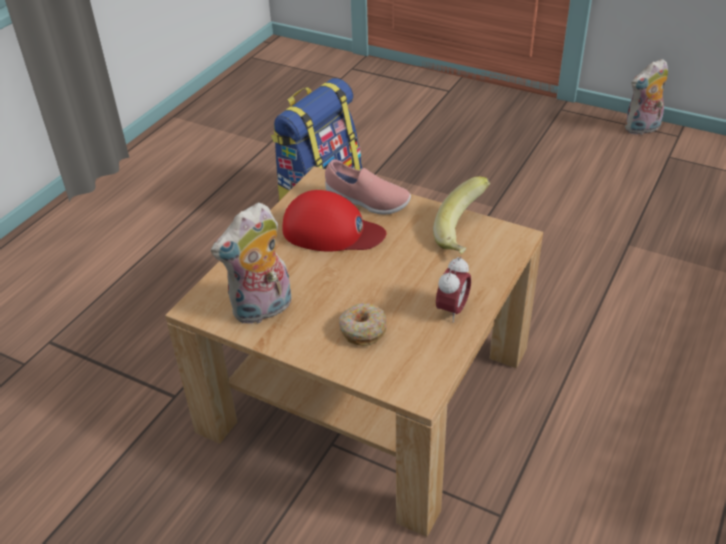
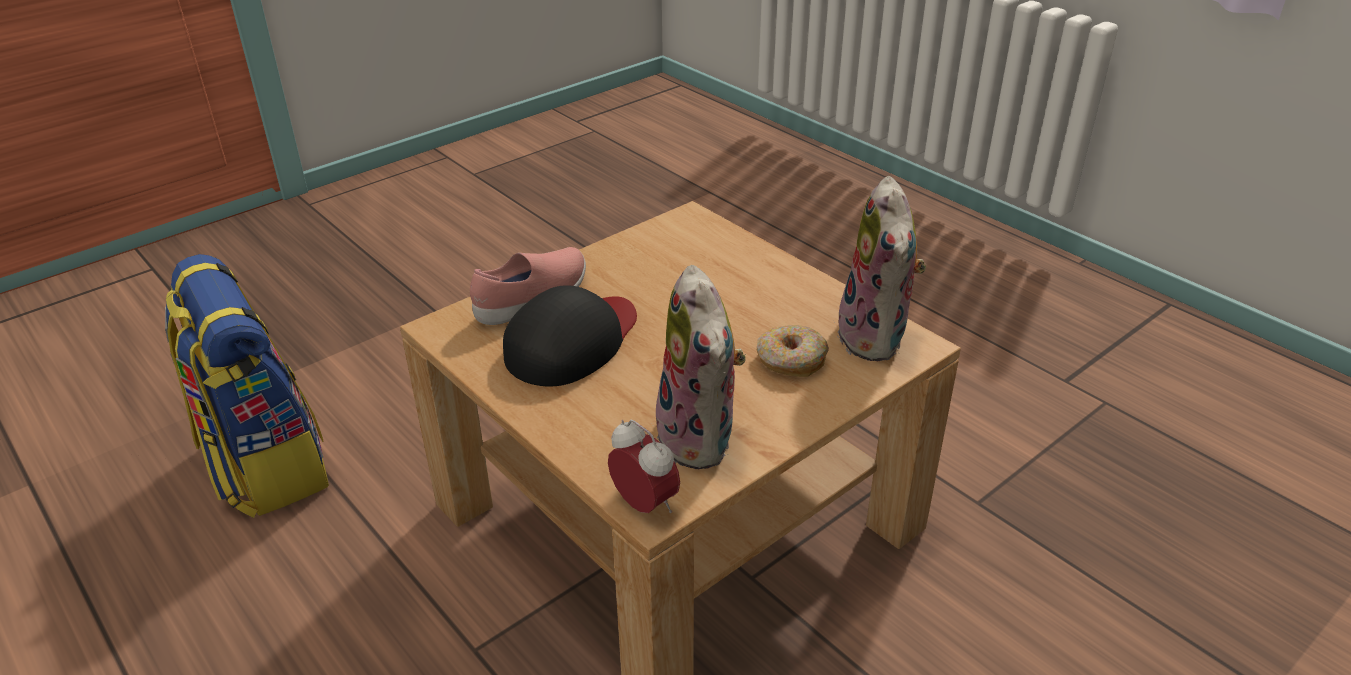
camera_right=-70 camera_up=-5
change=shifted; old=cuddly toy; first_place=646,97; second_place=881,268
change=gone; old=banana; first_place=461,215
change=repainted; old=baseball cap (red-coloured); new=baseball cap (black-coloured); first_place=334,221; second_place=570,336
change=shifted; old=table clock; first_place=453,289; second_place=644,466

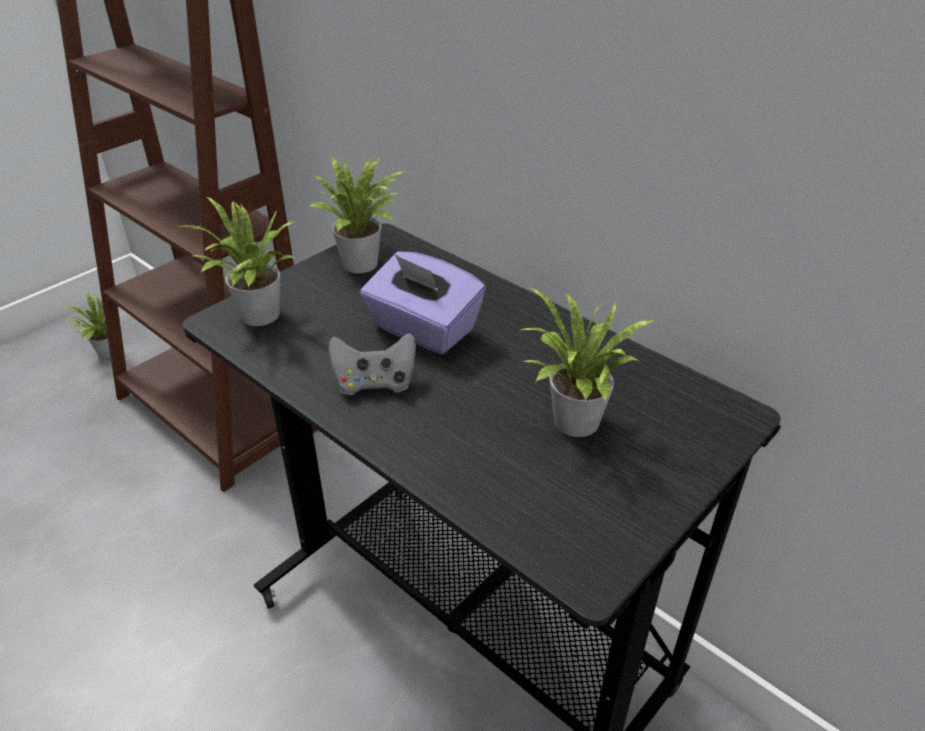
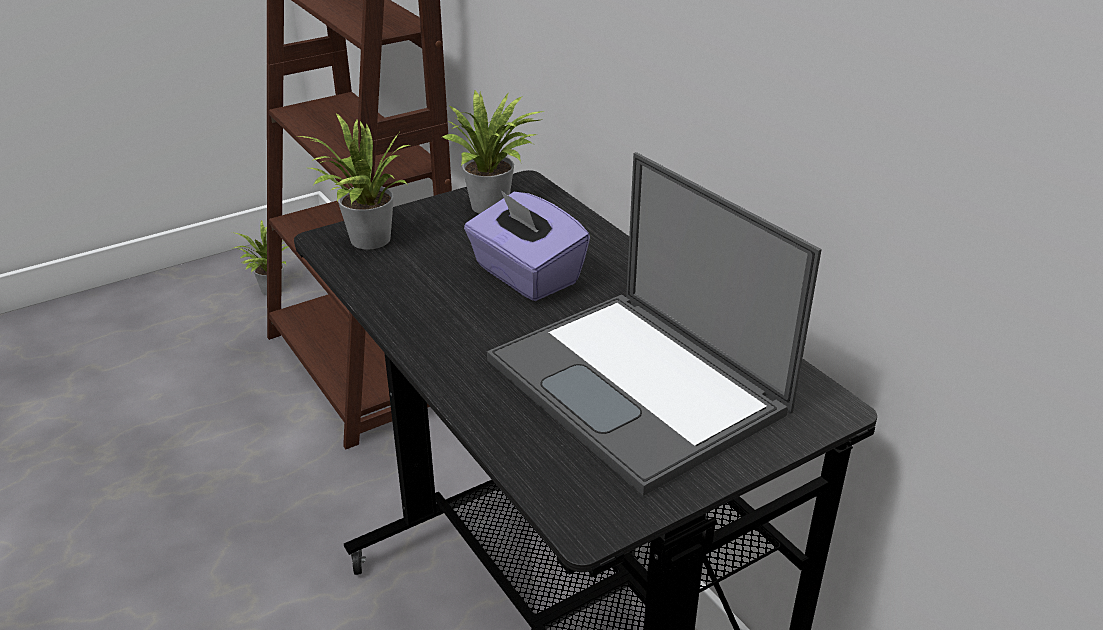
camera_right=15 camera_up=-5
change=swapped; old=potted plant; new=laptop; first_place=588,361; second_place=654,324
change=gone; old=game controller (greyish); first_place=372,364

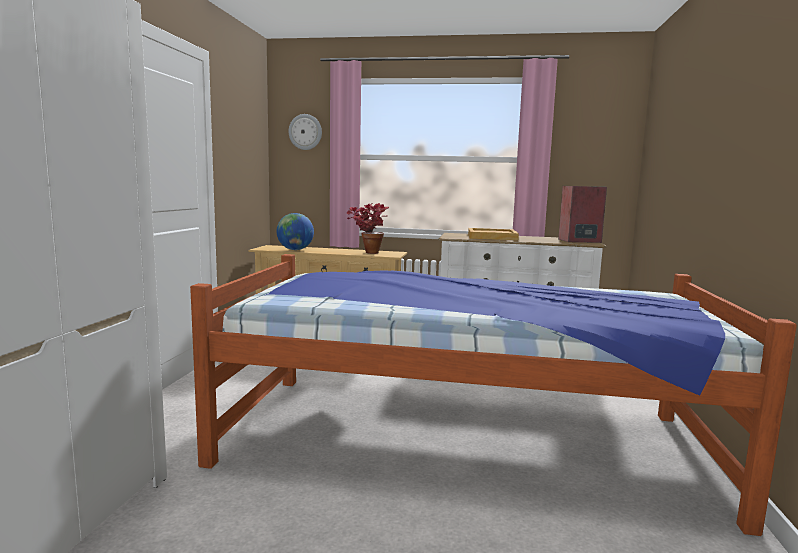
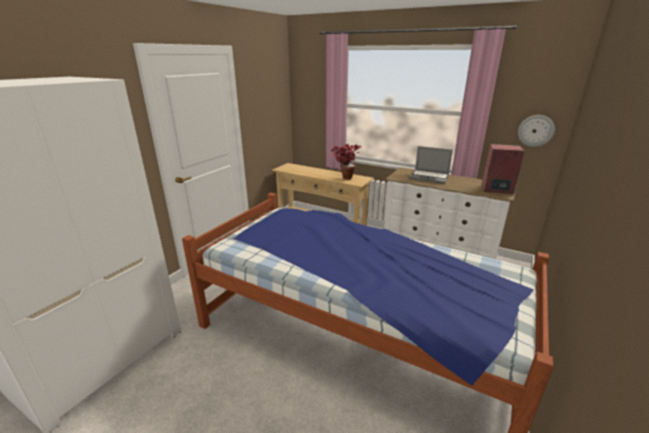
camera_right=20 camera_up=15
change=shifted; old=wall clock; first_place=305,132; second_place=536,131
change=gone; old=desk globe; first_place=295,231
change=swapped; old=tray (beige); new=laptop; first_place=493,234; second_place=431,165

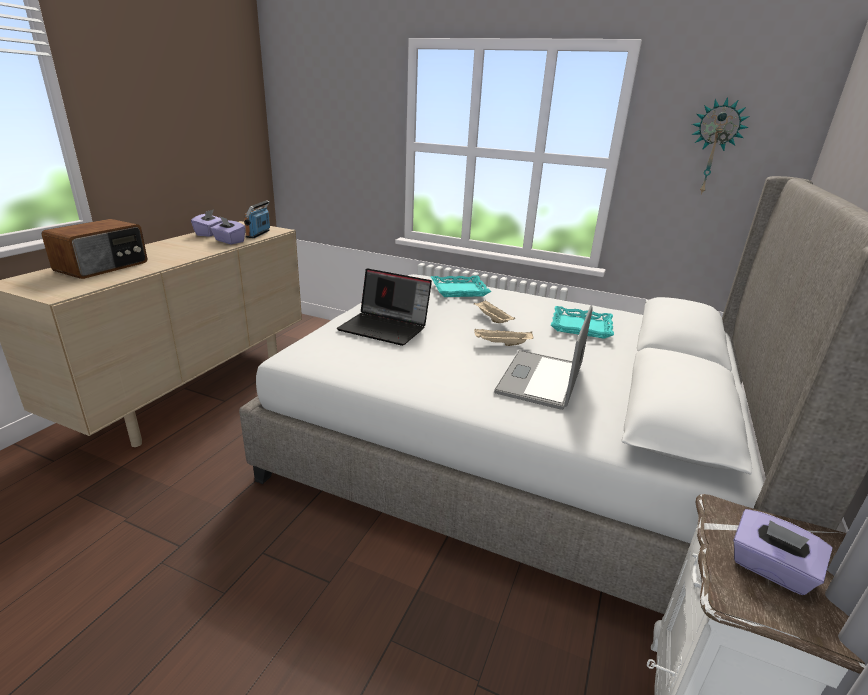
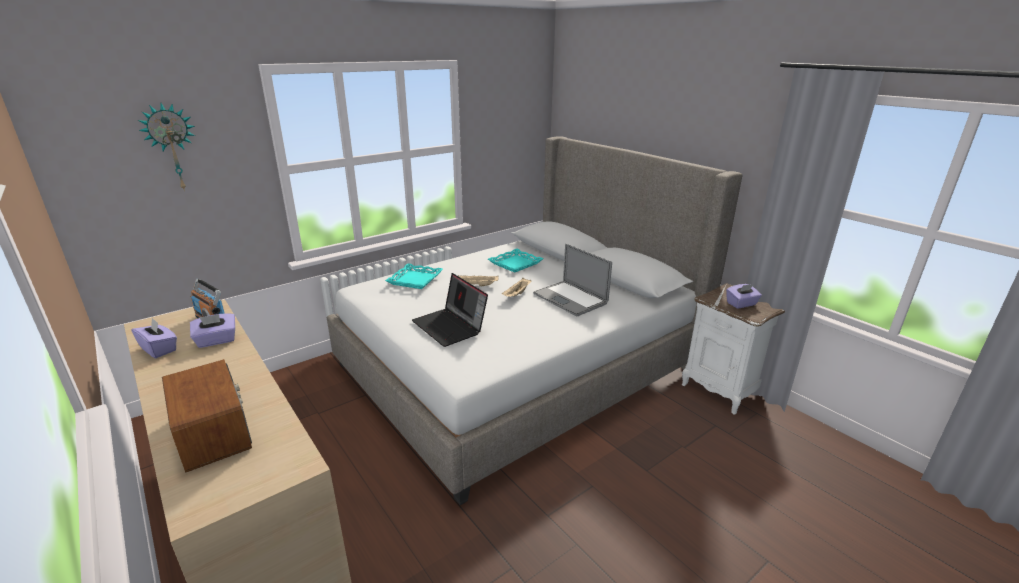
camera_right=-60 camera_up=0
change=shifted; old=wall clock; first_place=720,146; second_place=166,147
change=rotated; old=laptop; first_place=384,307; second_place=450,310; degrees=90

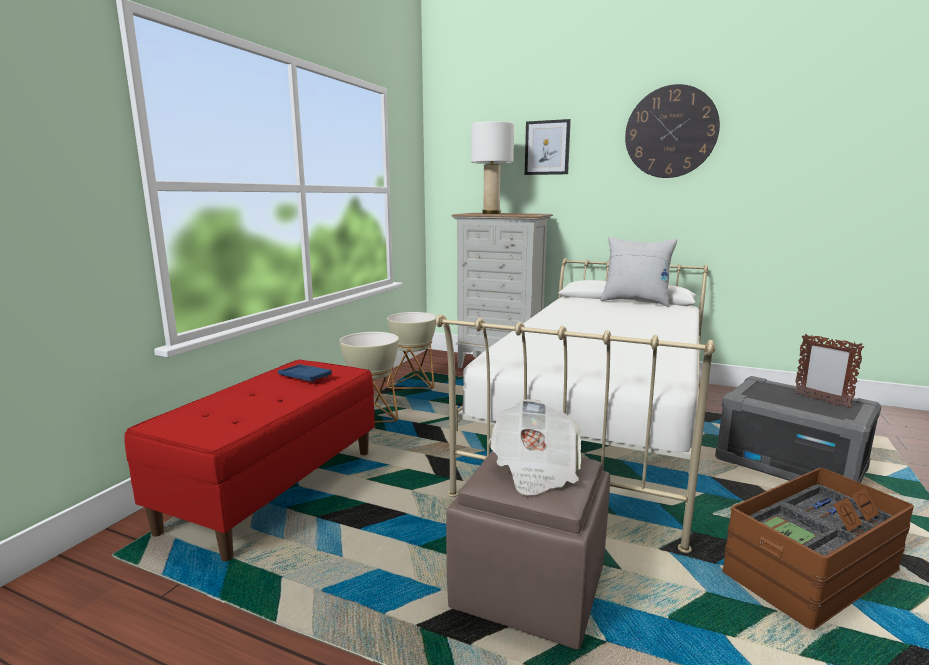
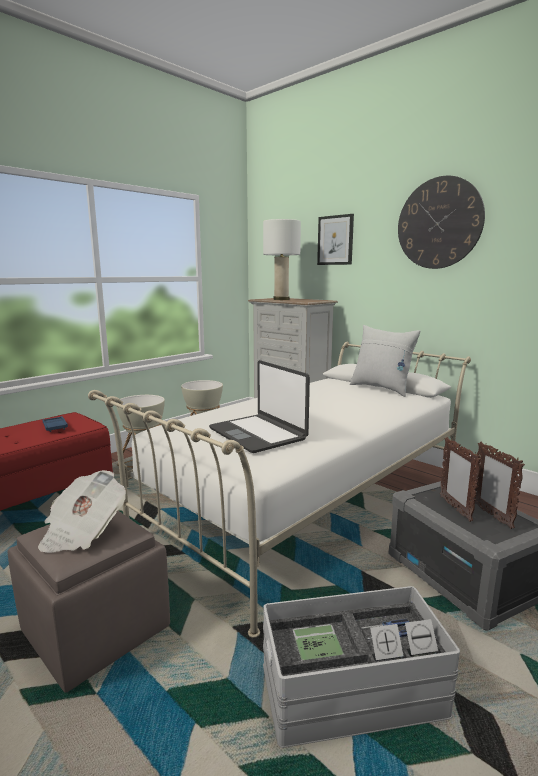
camera_right=20 camera_up=0
change=repainted; old=storage bin (brown-coloured); new=storage bin (greyish); first_place=818,549; second_place=361,667
change=new; new=laptop; second_place=259,406
change=new; new=standing frame; second_place=460,479

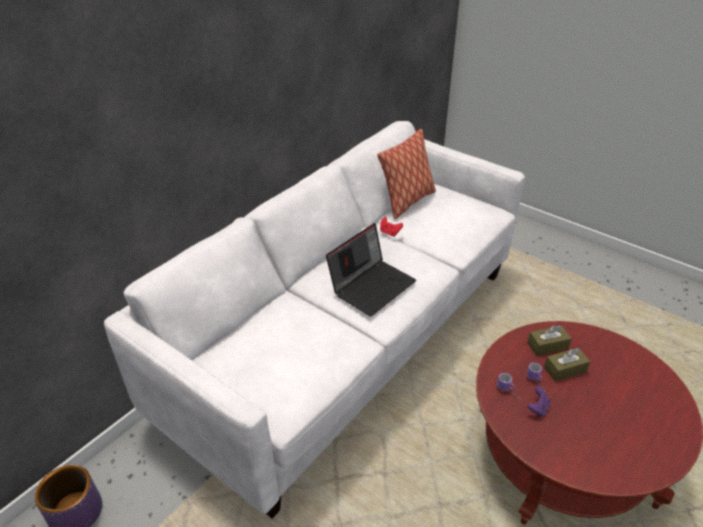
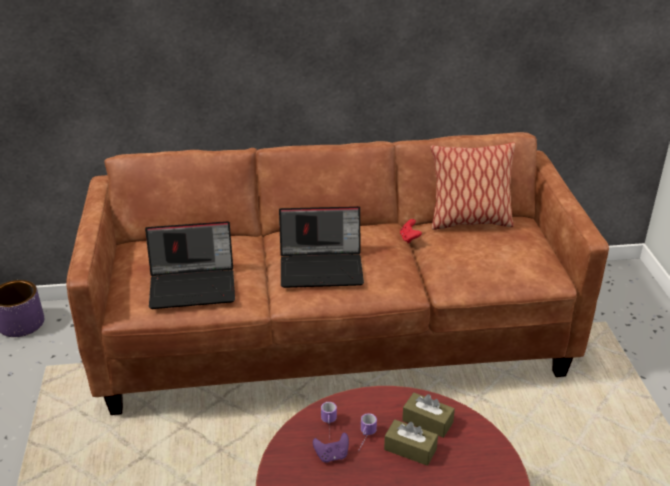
camera_right=45 camera_up=-5
change=repainted; old=couch (white); new=couch (brown-coloured); first_place=314,319; second_place=337,273
change=new; new=laptop; second_place=190,265

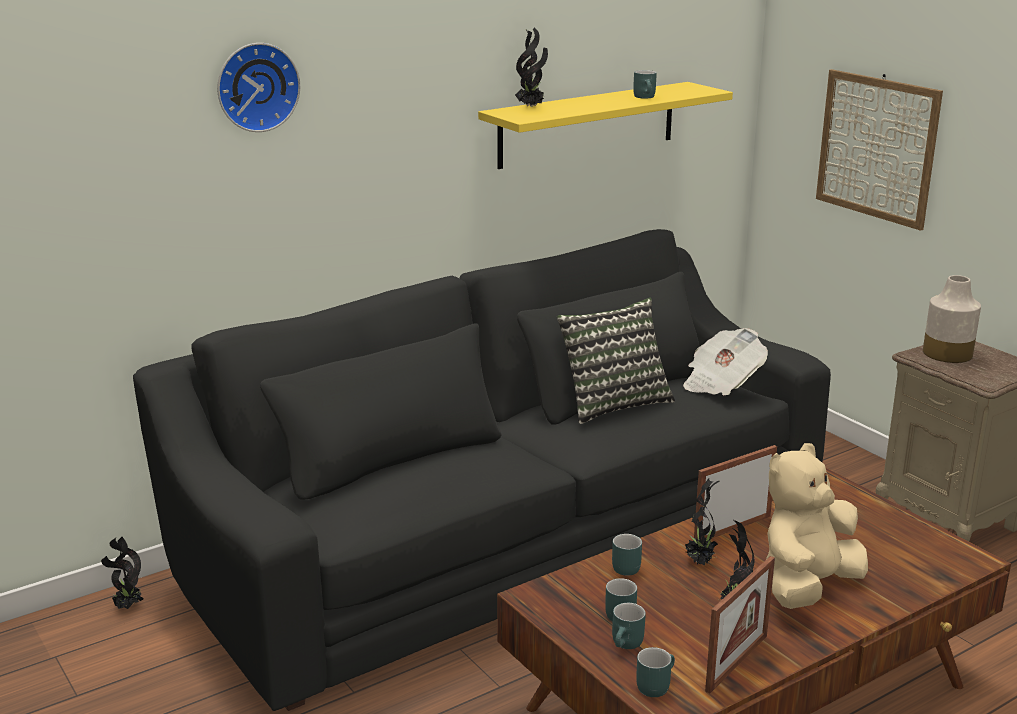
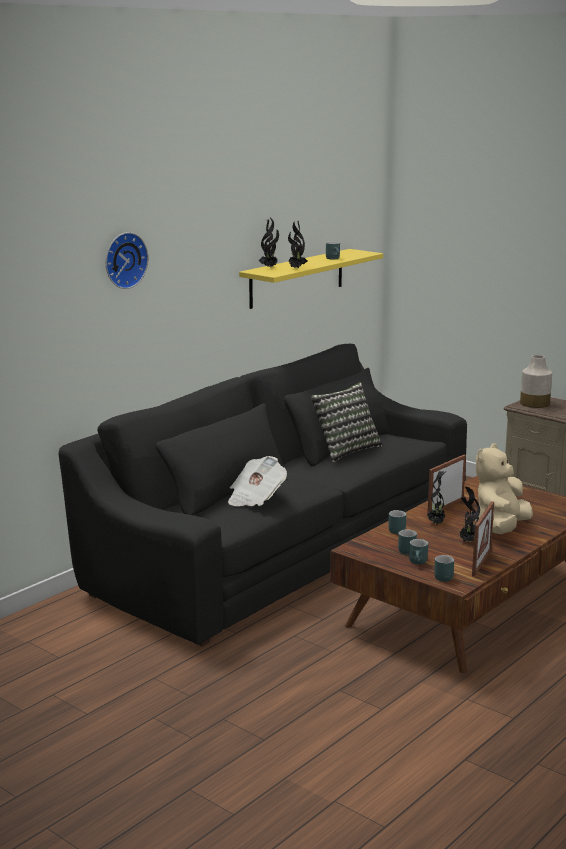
camera_right=-15 camera_up=-5
change=gone; old=picture; first_place=879,150
change=shifted; old=printed paper; first_place=725,361; second_place=257,481
change=shifted; old=potted plant; first_place=122,573; second_place=297,244

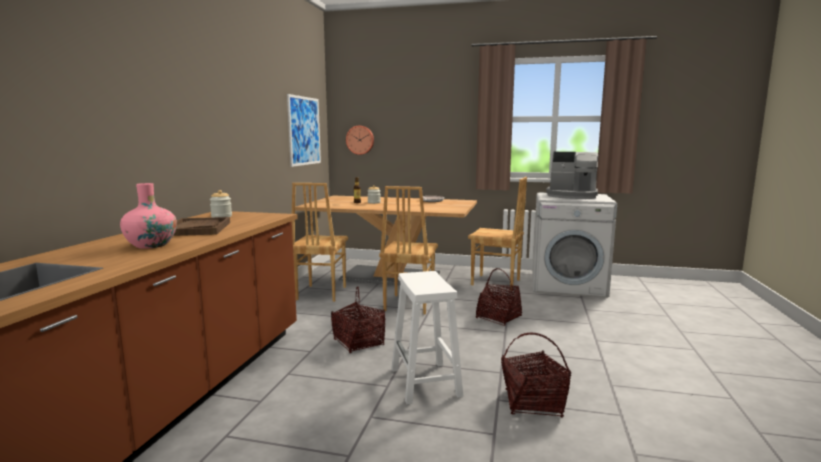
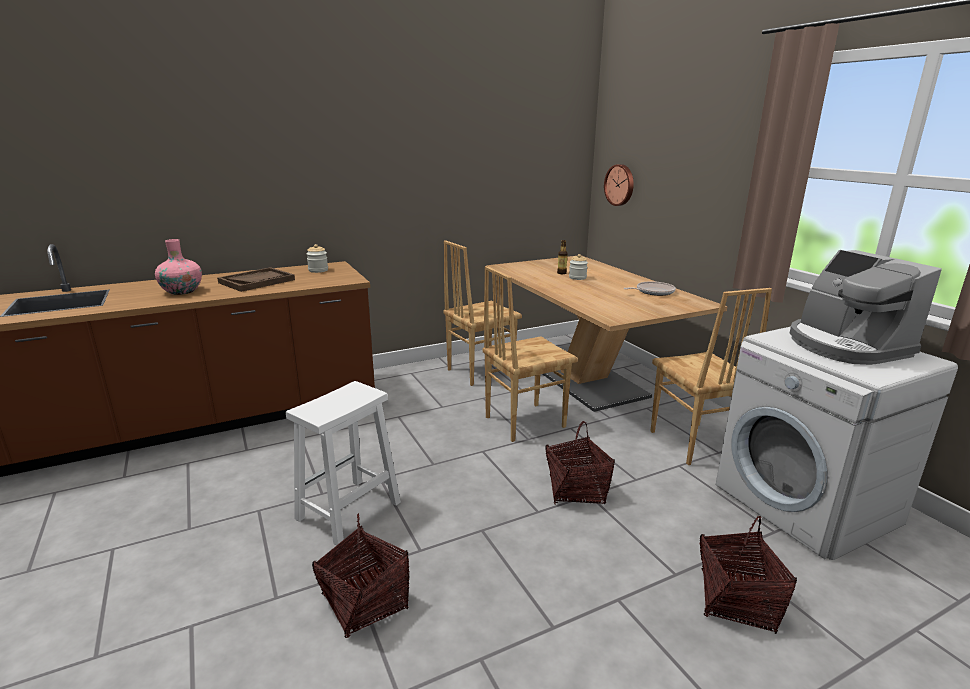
camera_right=50 camera_up=10
change=gone; old=picture; first_place=304,130
change=shifted; old=basket; first_place=358,320; second_place=748,575

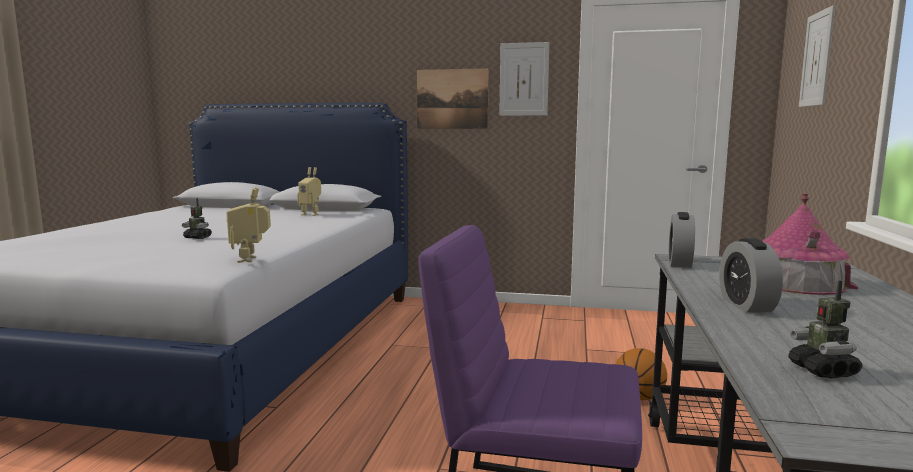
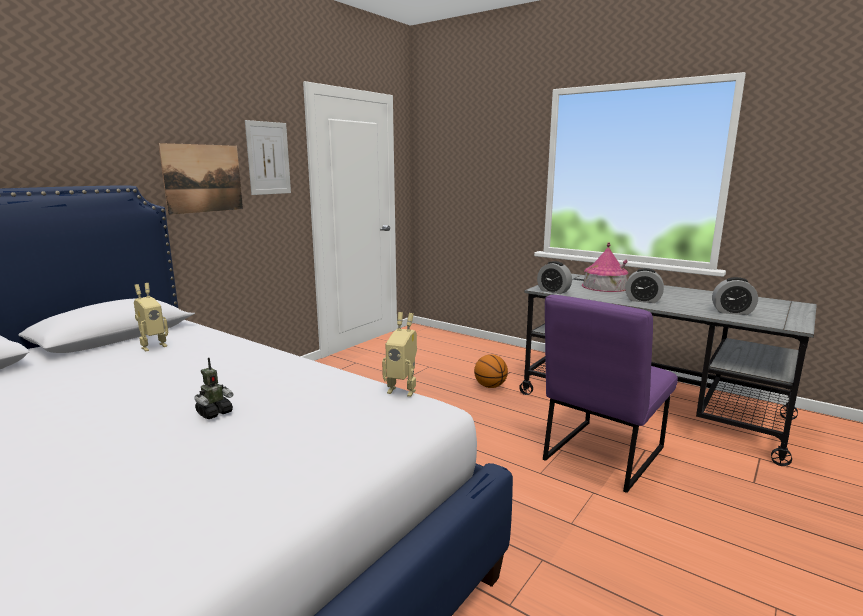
camera_right=-65 camera_up=5
change=gone; old=picture; first_place=817,56
change=swapped; old=toy robot; new=table clock; first_place=825,329; second_place=735,296

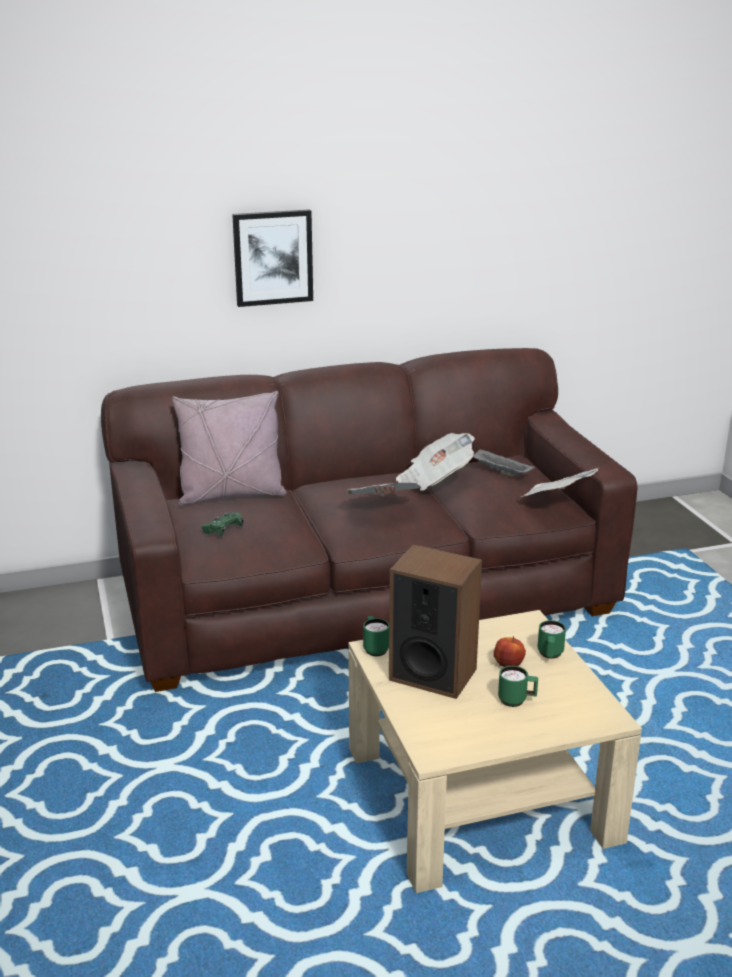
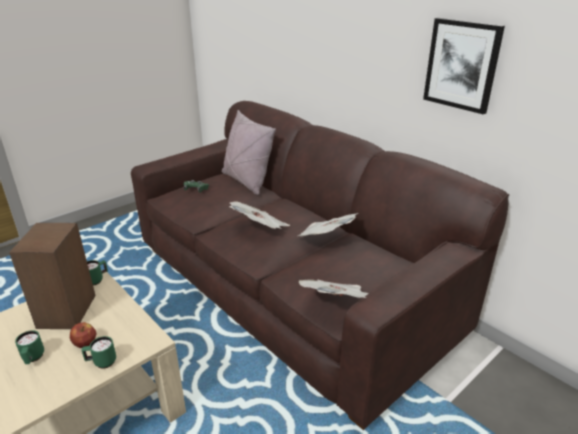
camera_right=65 camera_up=5
change=shifted; old=picture; first_place=272,258; second_place=464,66
change=gone; old=tray (greyish); first_place=504,462

